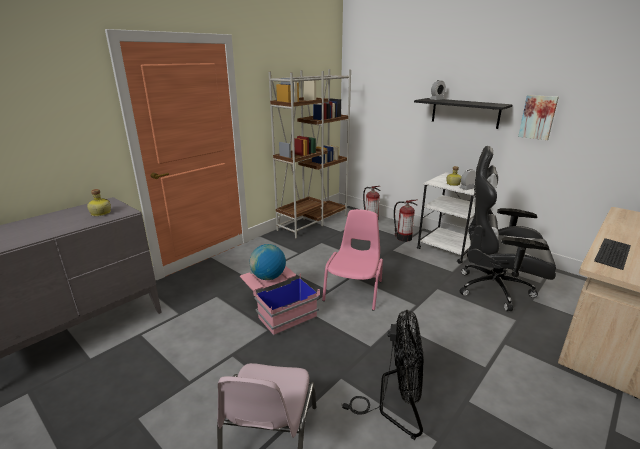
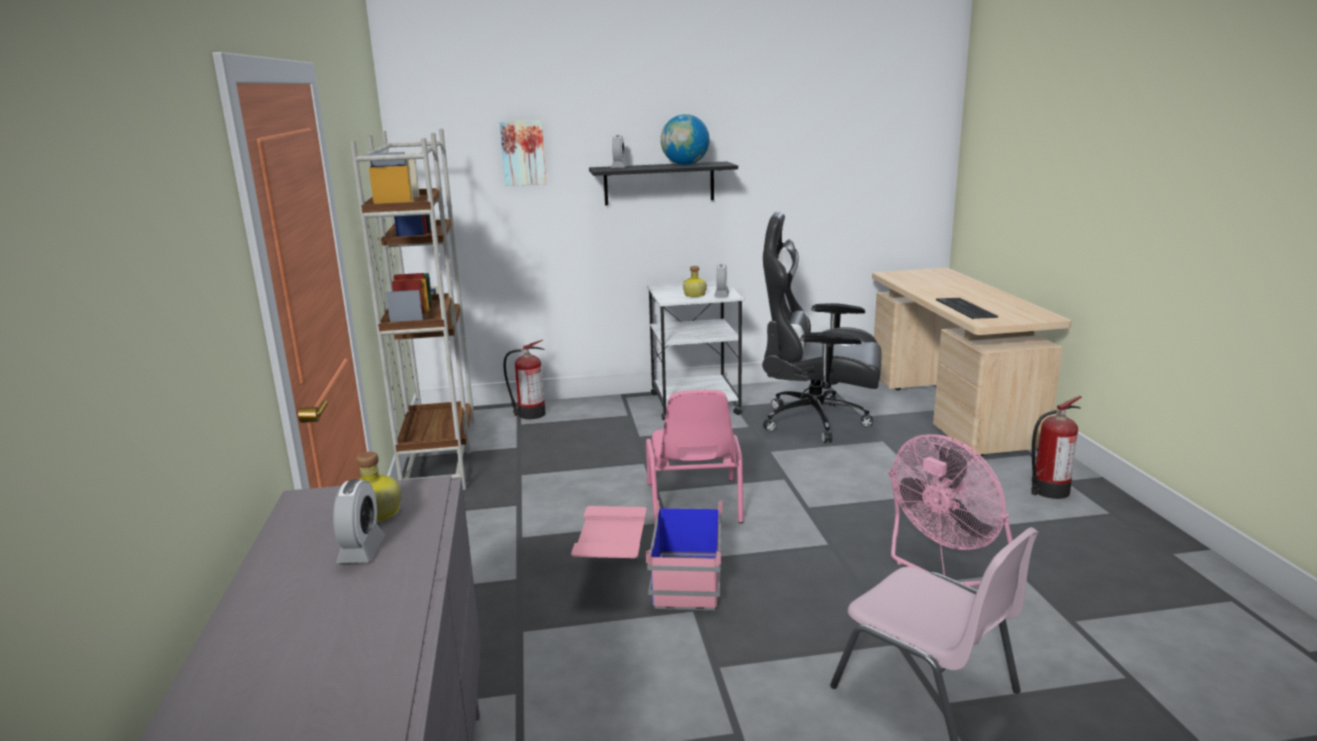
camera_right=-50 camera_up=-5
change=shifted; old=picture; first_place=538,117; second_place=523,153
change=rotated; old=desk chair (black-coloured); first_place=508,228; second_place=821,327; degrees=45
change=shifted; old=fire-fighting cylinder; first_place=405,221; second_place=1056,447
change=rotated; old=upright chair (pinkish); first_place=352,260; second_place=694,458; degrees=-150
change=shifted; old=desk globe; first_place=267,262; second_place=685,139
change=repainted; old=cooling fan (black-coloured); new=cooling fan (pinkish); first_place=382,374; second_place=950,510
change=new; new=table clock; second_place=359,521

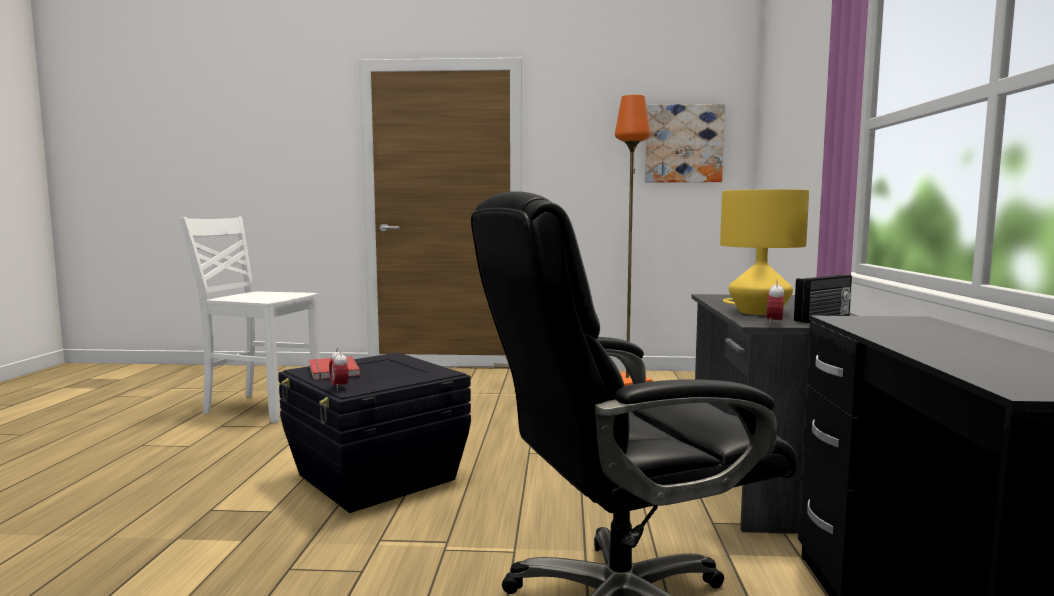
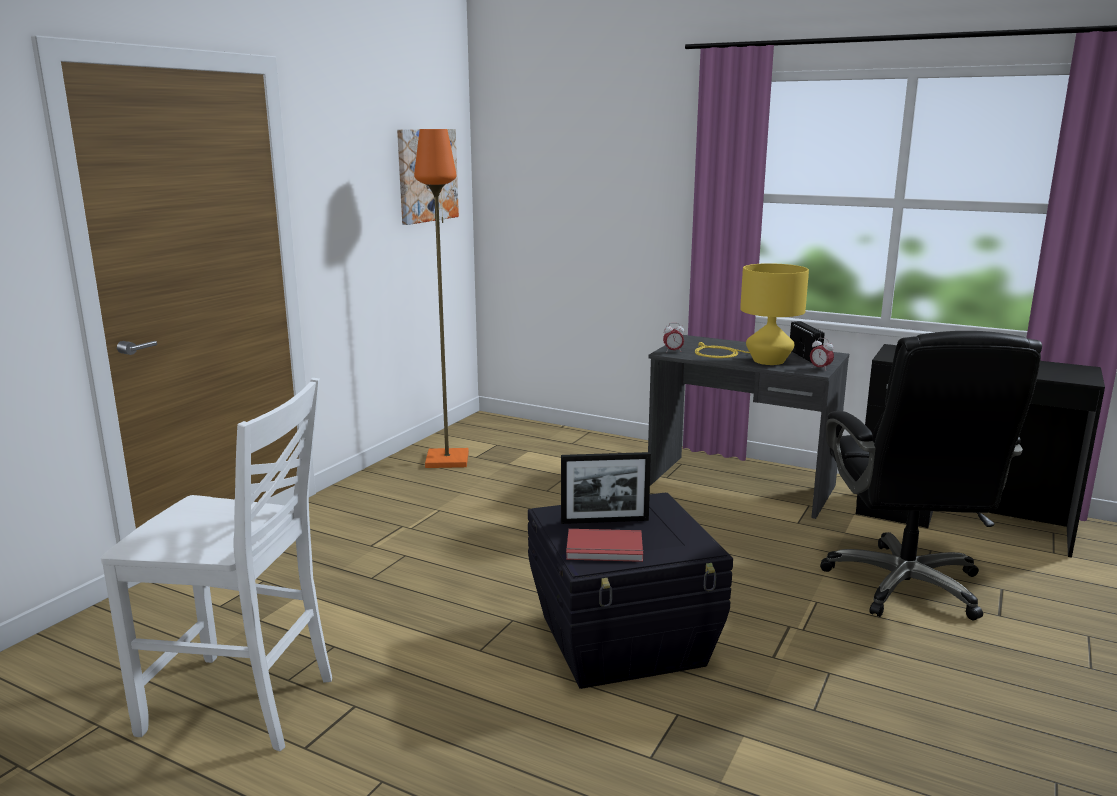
camera_right=-65 camera_up=10
change=rotated; old=upright chair (white); first_place=250,320; second_place=216,564; degrees=-120
change=shifted; old=table clock; first_place=339,369; second_place=673,338
change=new; new=standing frame; second_place=606,488

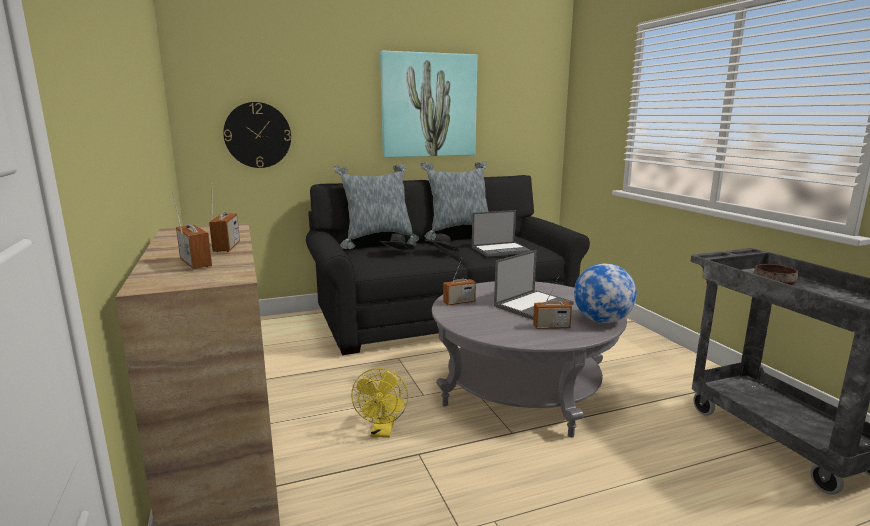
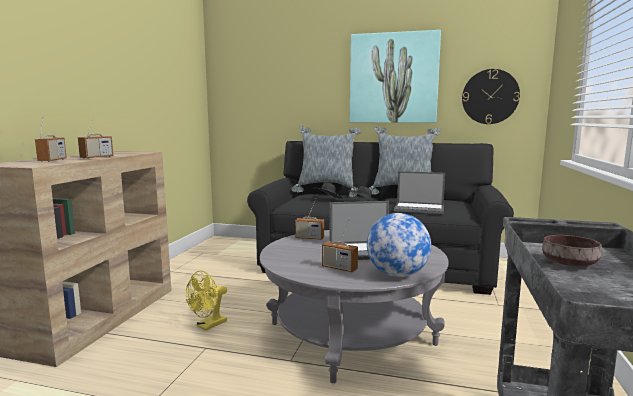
camera_right=35 camera_up=-5
change=shifted; old=wall clock; first_place=257,135; second_place=491,96

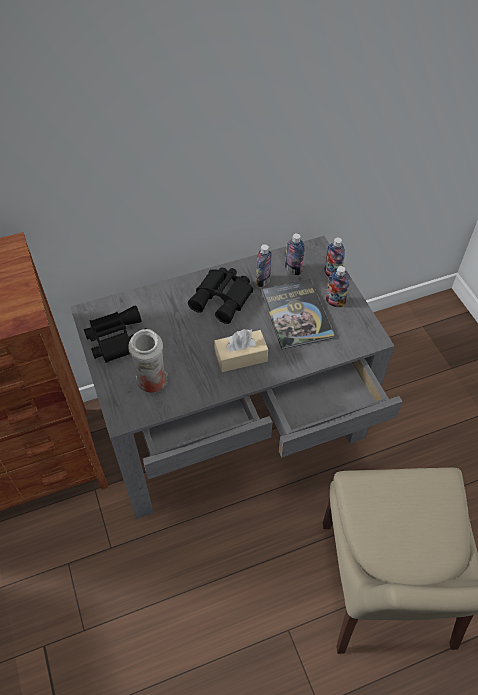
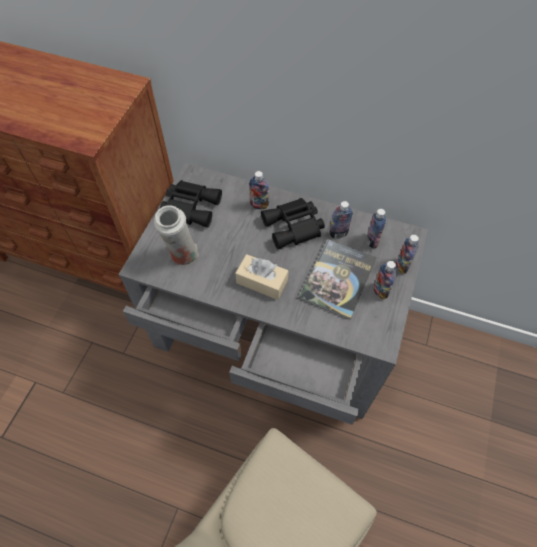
camera_right=40 camera_up=5
change=new; new=drink bottle; second_place=259,190

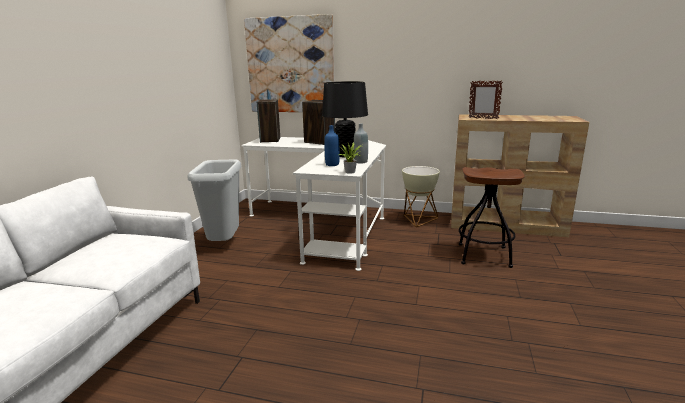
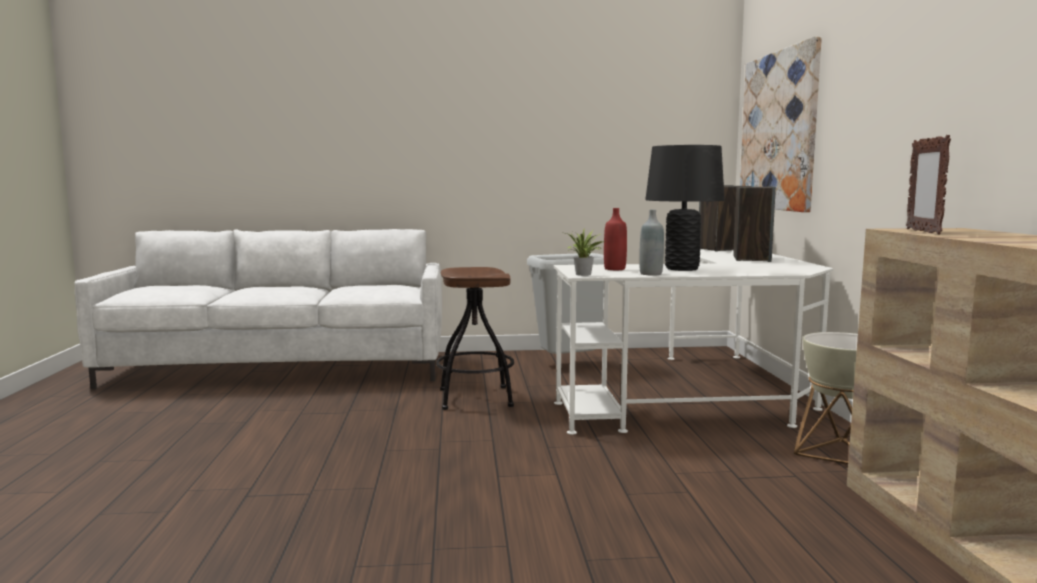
camera_right=70 camera_up=-10
change=repainted; old=drink bottle (blue); new=drink bottle (red-coloured); first_place=332,145; second_place=615,239
change=shifted; old=stool (brown-coloured); first_place=492,217; second_place=475,338

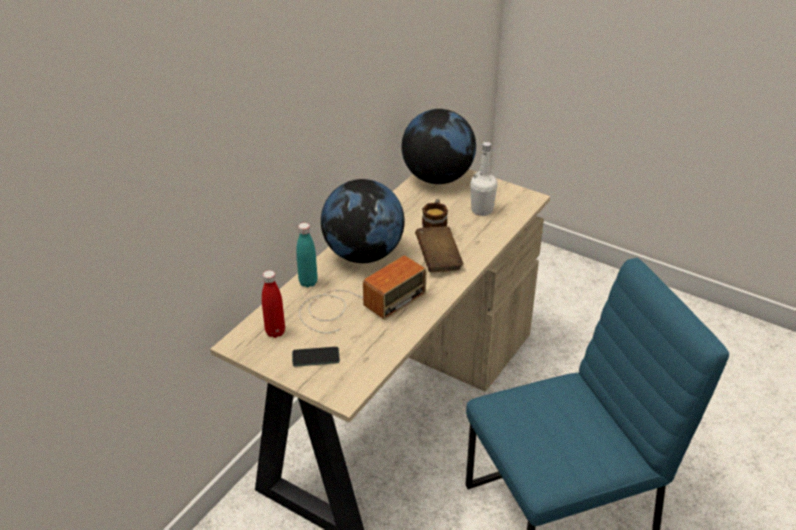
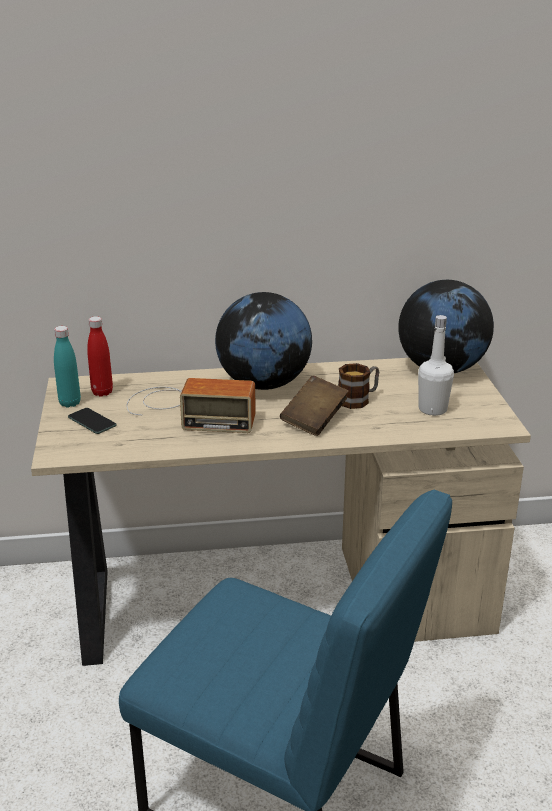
camera_right=50 camera_up=-10
change=shifted; old=drink bottle (blue-green); first_place=307,255; second_place=67,366

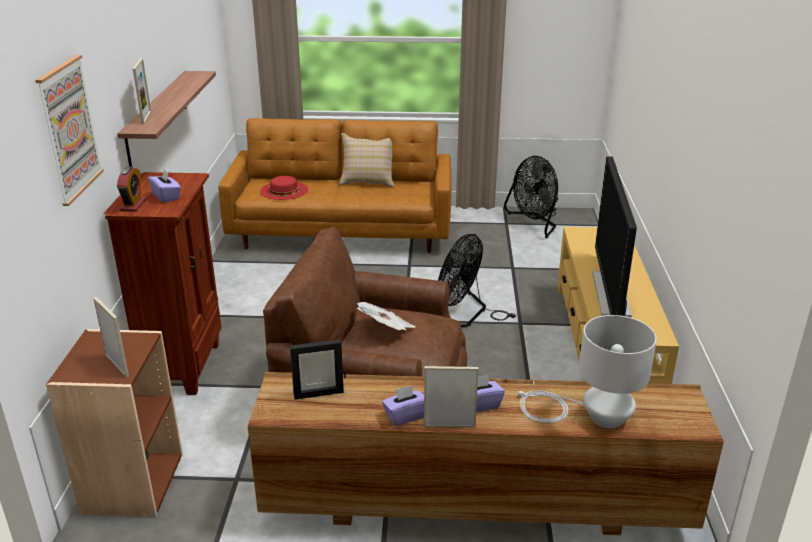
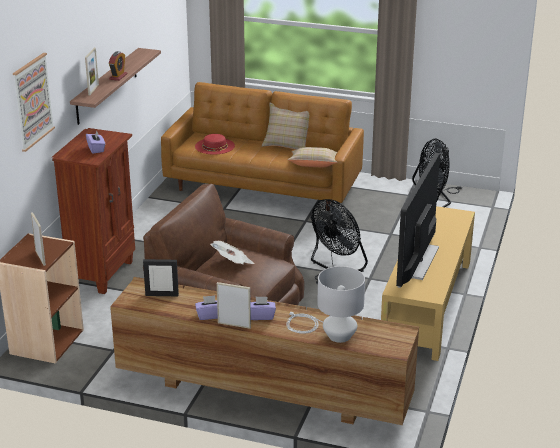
camera_right=15 camera_up=0
change=shifted; old=table clock; first_place=131,189; second_place=118,66
change=rotated; old=cooling fan (black-coloured); first_place=477,280; second_place=339,241; degrees=90
change=new; new=cushion (beige); second_place=312,157

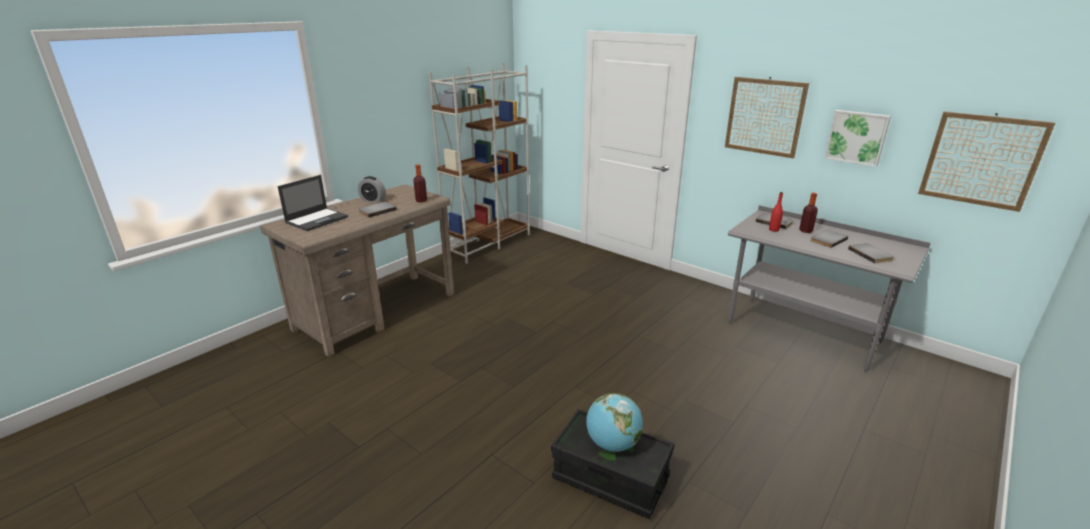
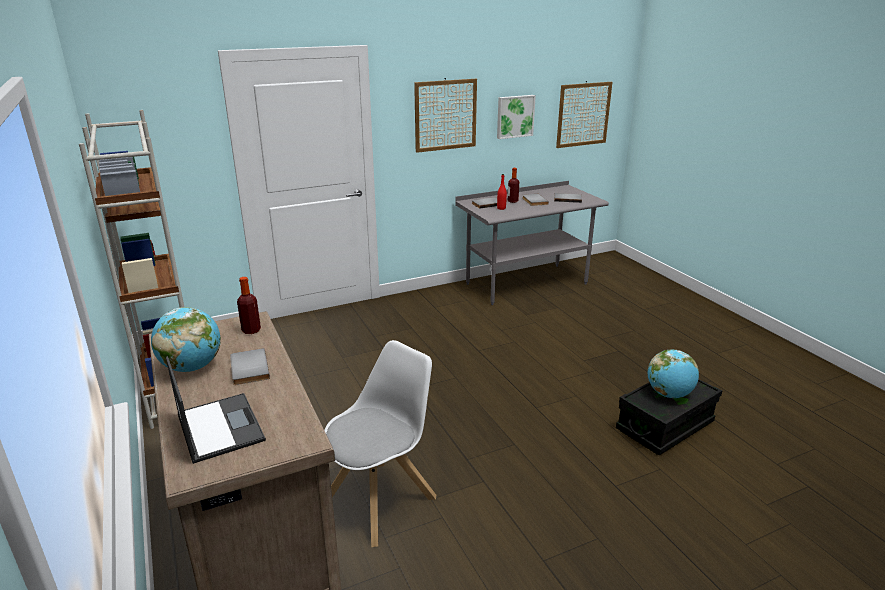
camera_right=-65 camera_up=0
change=swapped; old=table clock; new=desk globe; first_place=372,189; second_place=186,339
change=new; new=upright chair; second_place=380,443

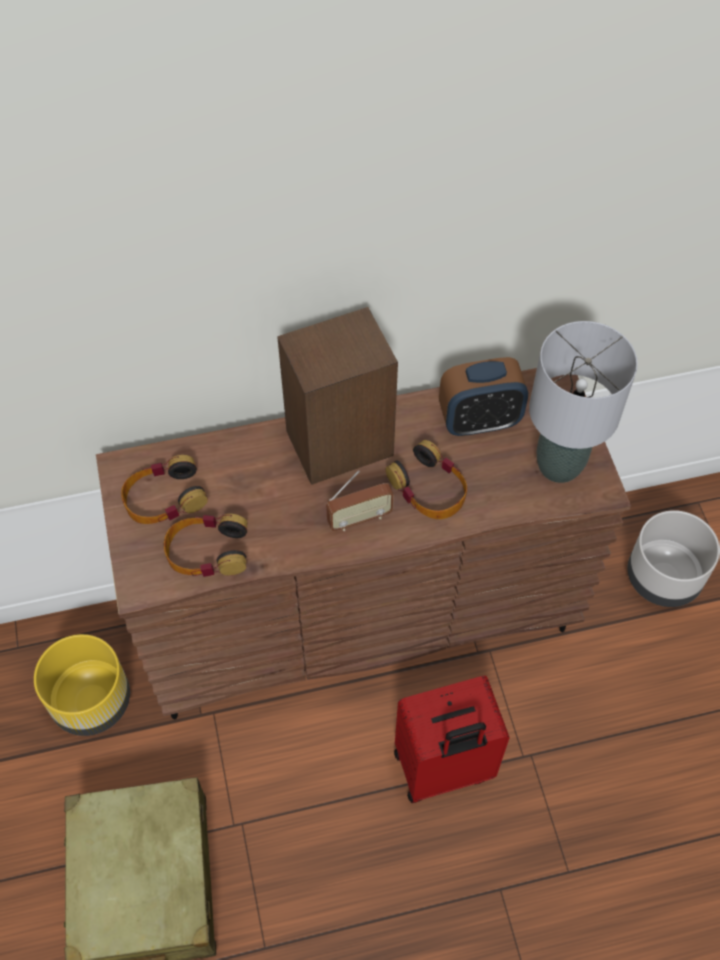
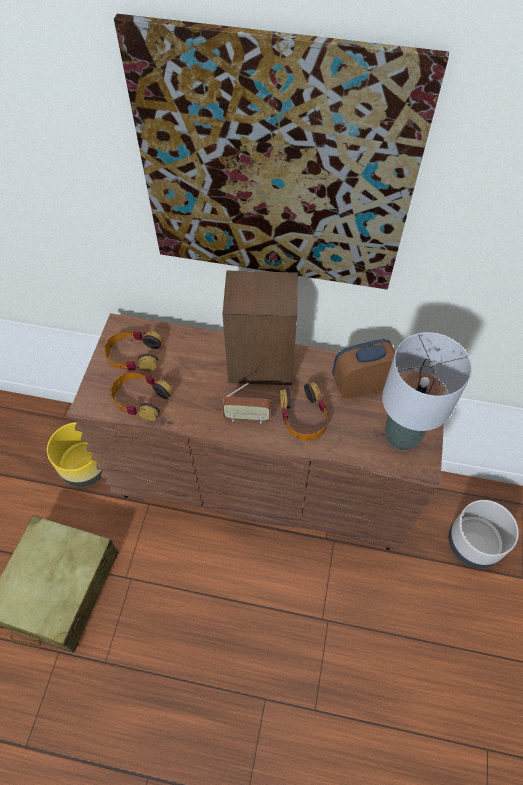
camera_right=25 camera_up=0
change=rotated; old=table clock; first_place=483,396; second_place=364,368; degrees=150
change=gone; old=suitcase (red-coloured); first_place=452,739
change=new; new=picture; second_place=281,152

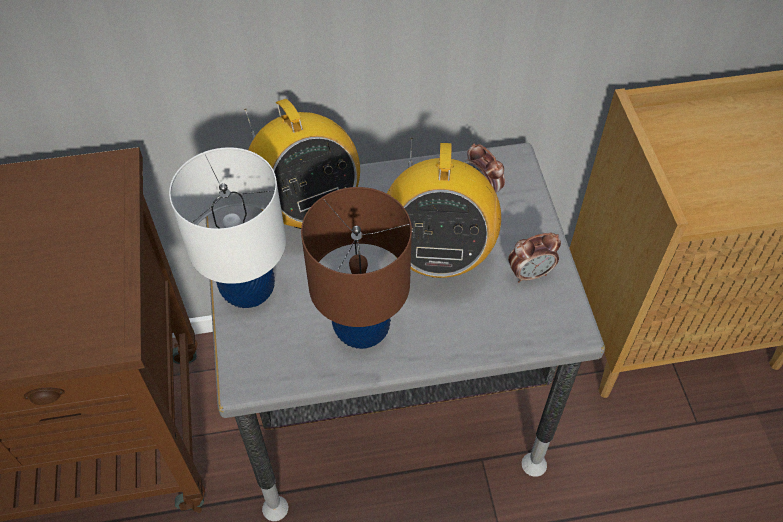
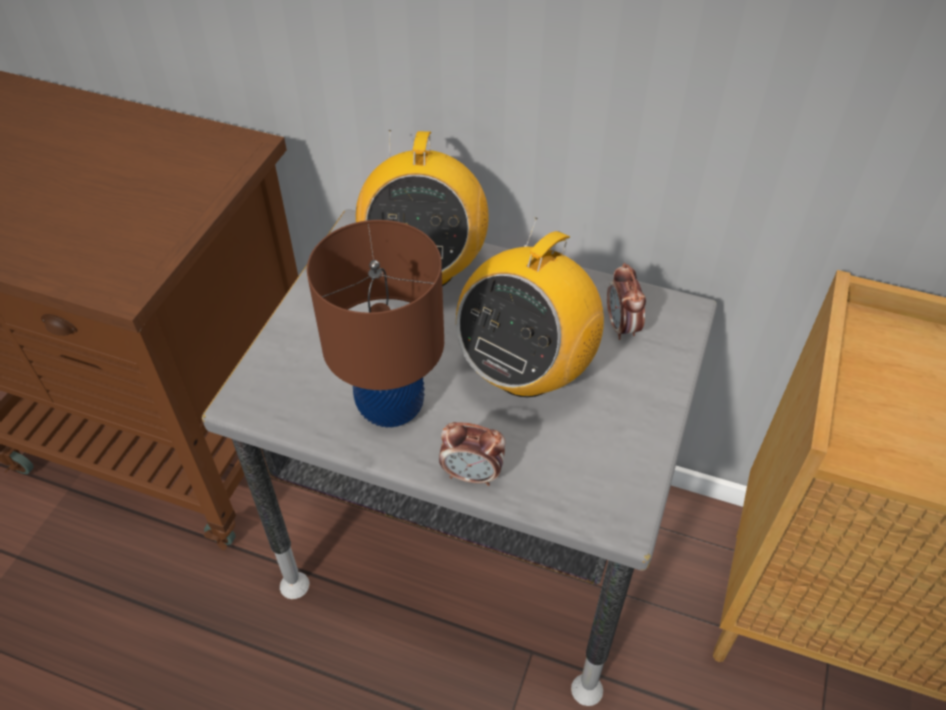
camera_right=30 camera_up=-5
change=gone; old=table lamp (white); first_place=227,227
change=shifted; old=table clock; first_place=534,258; second_place=472,454

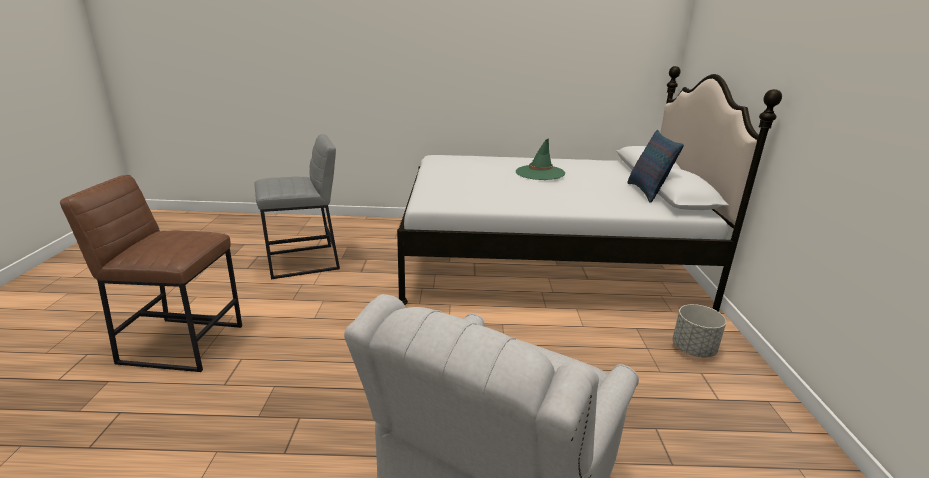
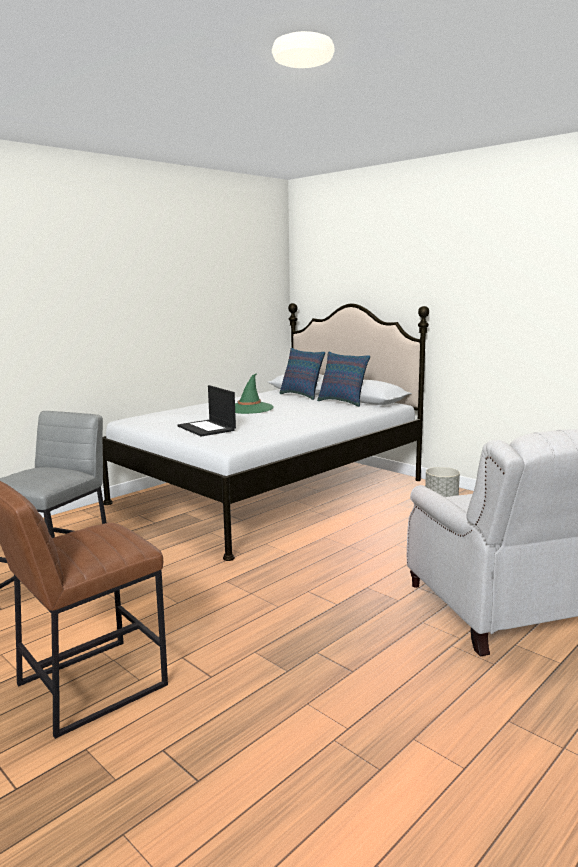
camera_right=-45 camera_up=-10
change=new; new=cushion (blue); second_place=302,374
change=new; new=laptop; second_place=206,410

